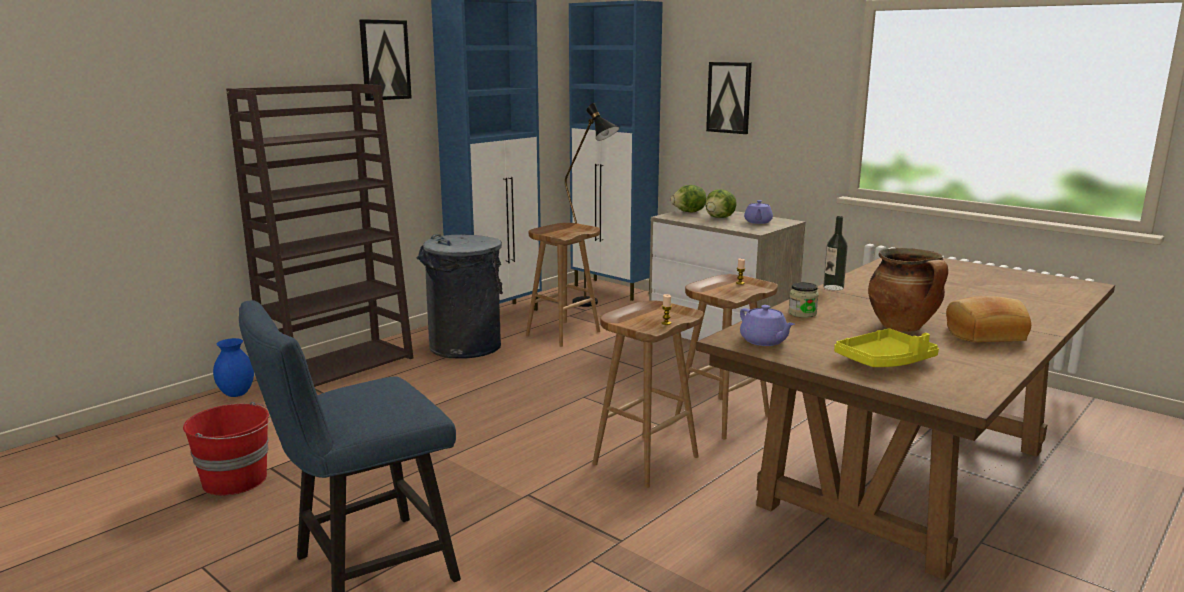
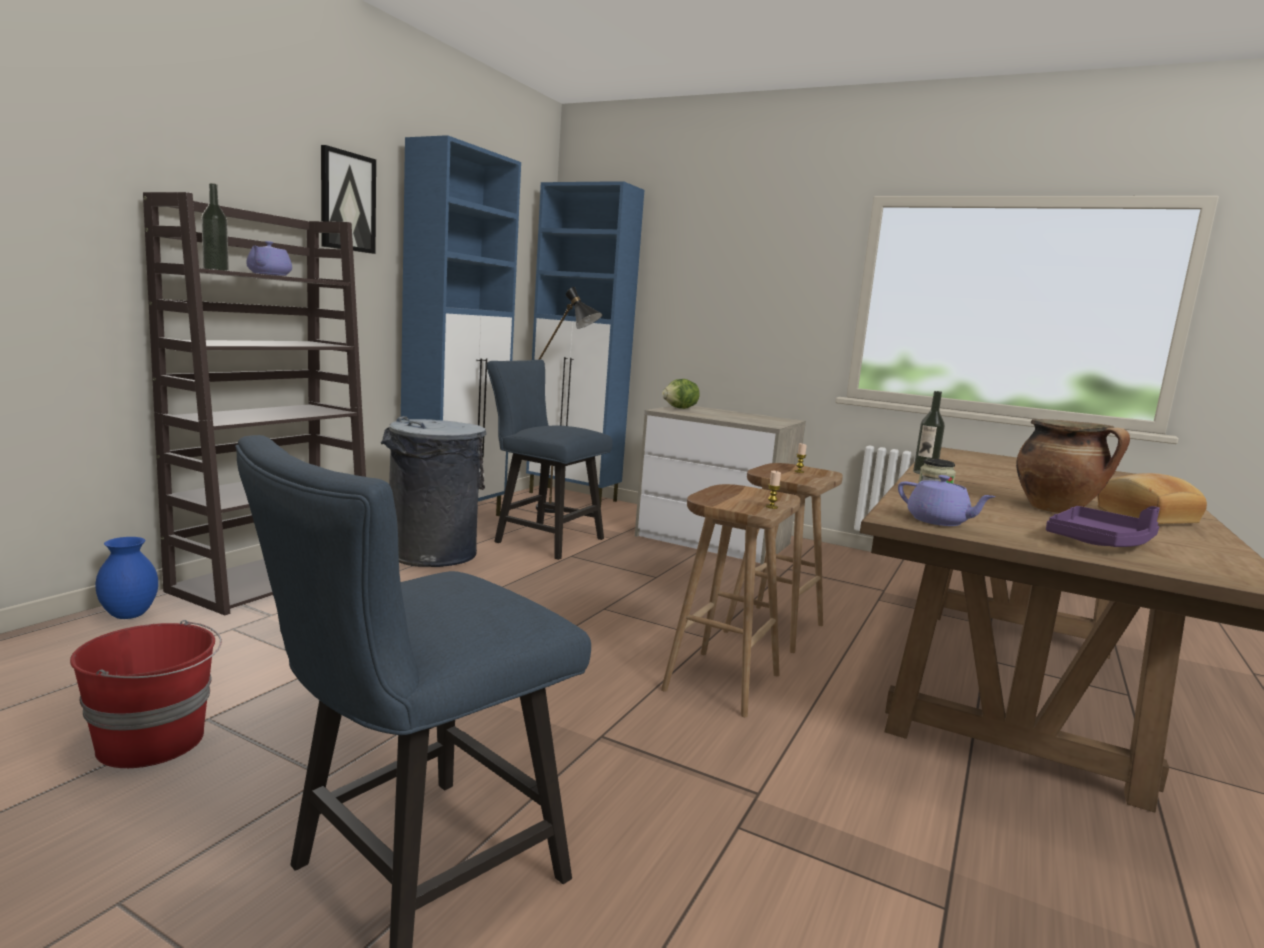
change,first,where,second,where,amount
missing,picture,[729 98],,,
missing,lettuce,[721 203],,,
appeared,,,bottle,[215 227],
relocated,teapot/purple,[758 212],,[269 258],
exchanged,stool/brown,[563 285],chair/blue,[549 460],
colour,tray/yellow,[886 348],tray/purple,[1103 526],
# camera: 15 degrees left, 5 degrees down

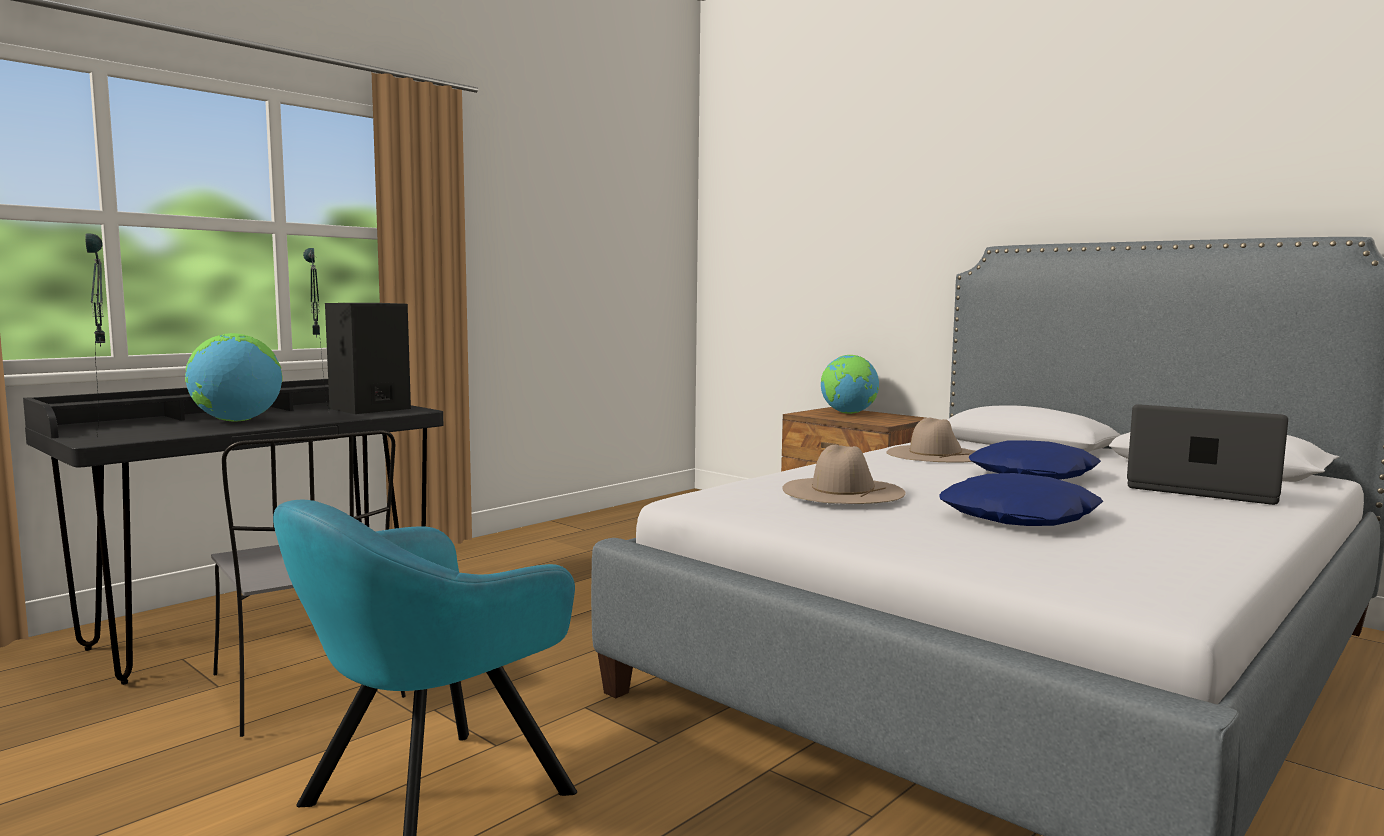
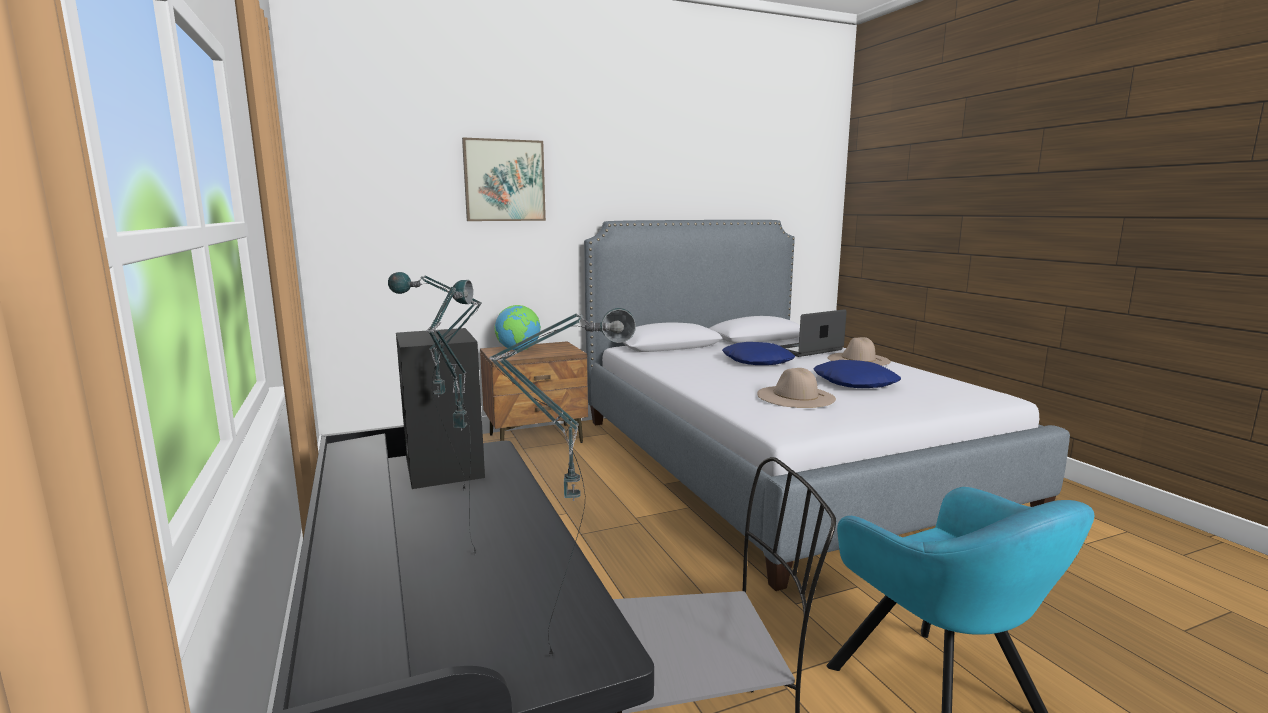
change,first,where,second,where,amount
appeared,,,picture,[504 179],
relocated,hat/beige,[931 440],,[859 351],
exchanged,globe,[233 377],table lamp,[451 417],
# camera: 65 degrees left, 5 degrees up

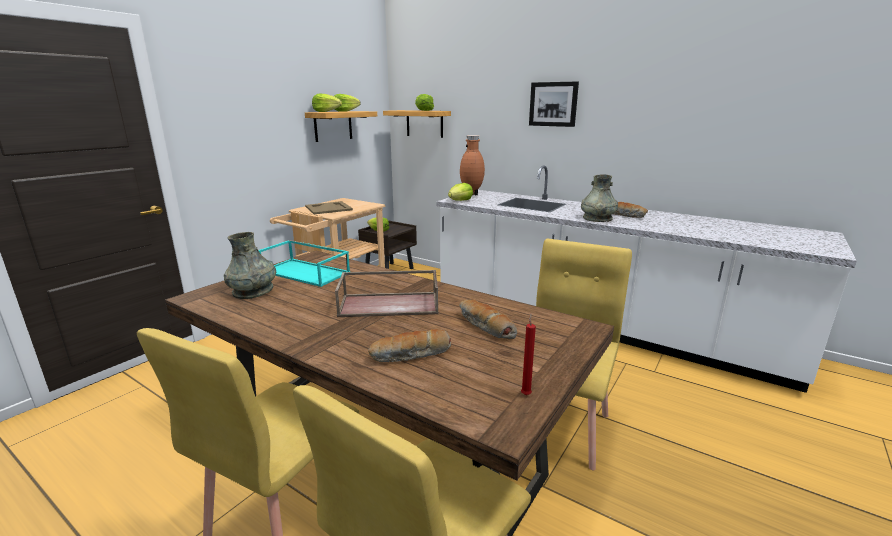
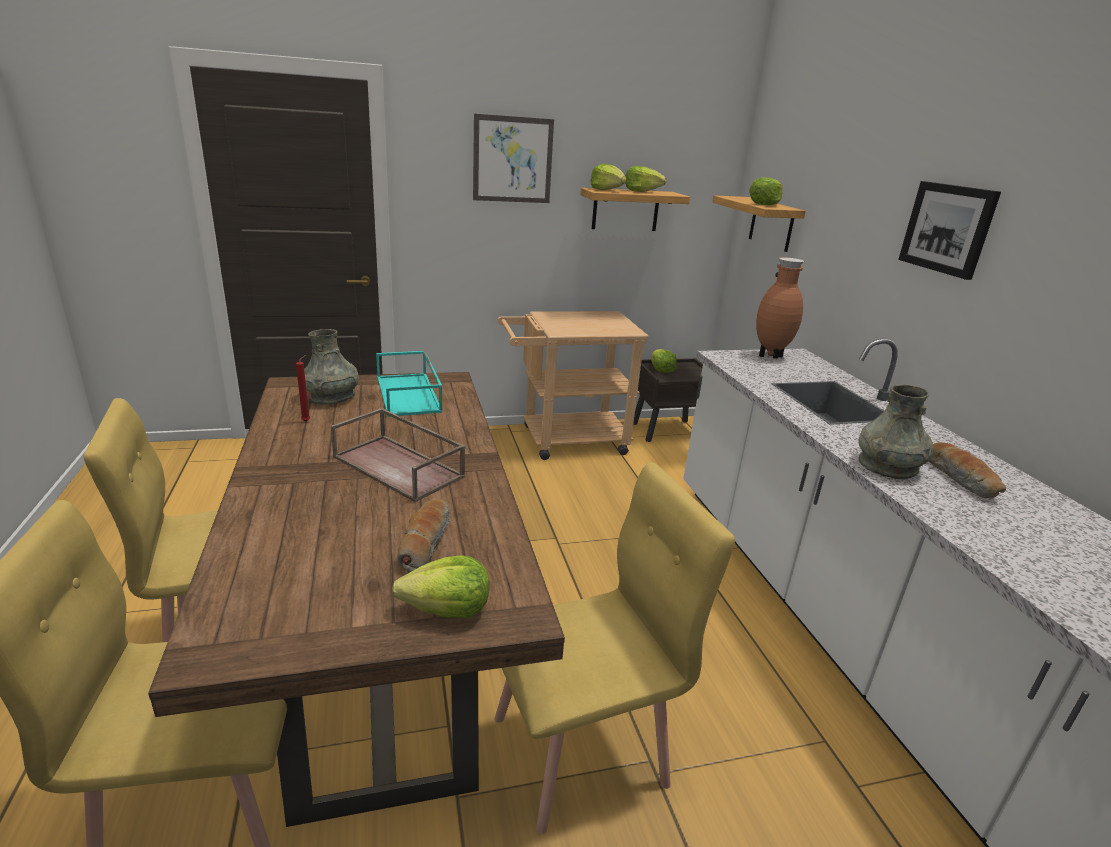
change,first,where,second,where,amount
missing,tray/beige,[329 207],,,
missing,bread,[409 345],,,
appeared,,,picture,[513 158],
relocated,lettuce,[460 192],,[440 586],
relocated,candle/red,[528 354],,[303 388],
# camera: 40 degrees right, 5 degrees up

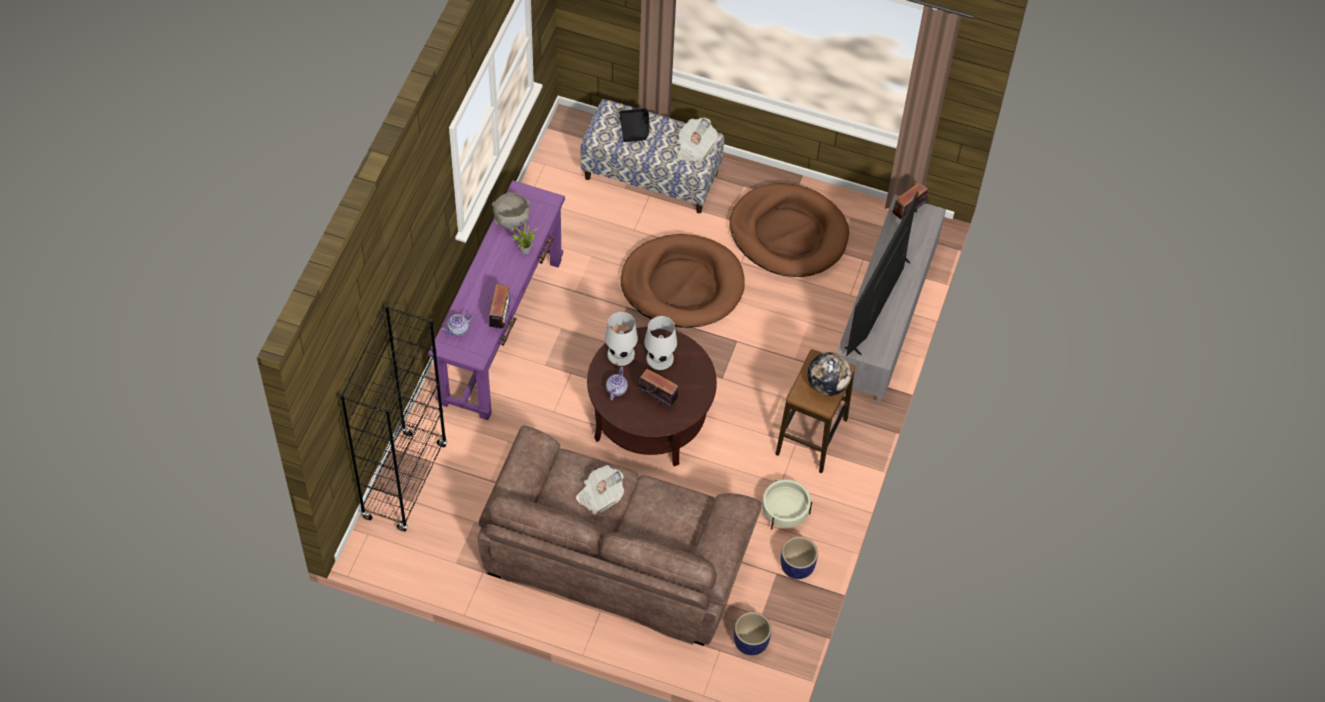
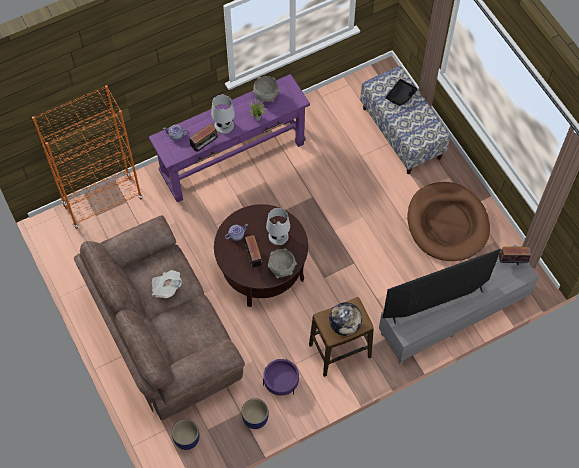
change,first,where,second,where,amount
missing,dog bed/brown,[683 281],,,
missing,newspaper,[697 140],,,
appeared,,,bowl/grey,[282 264],
relocated,table lamp/white,[621 339],,[223 114],
colour,bookcase/black,[394 418],bookcase/orange,[87 157],
colour,planter/beige,[787 504],planter/purple,[281 377],
# camera: 45 degrees right, 5 degrees up

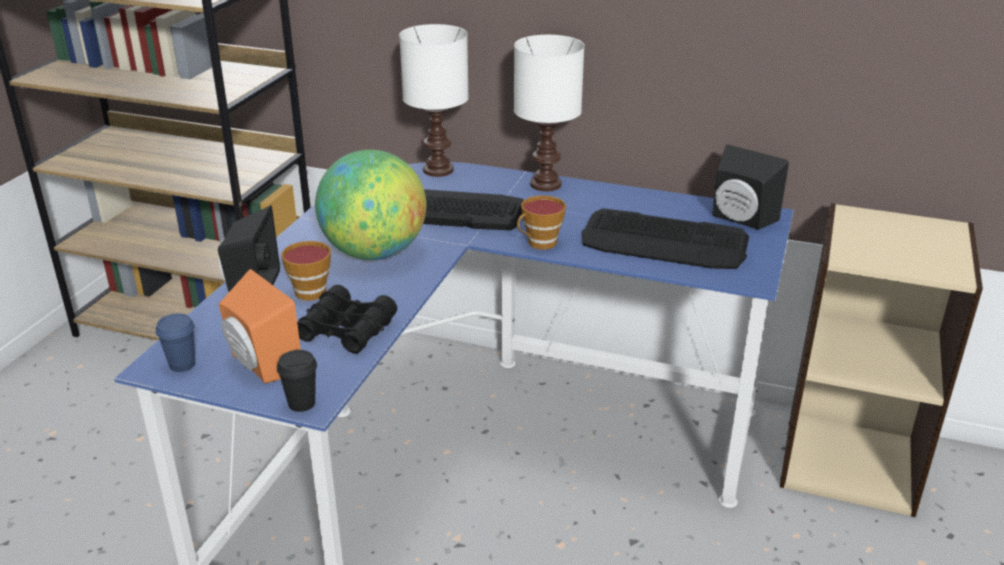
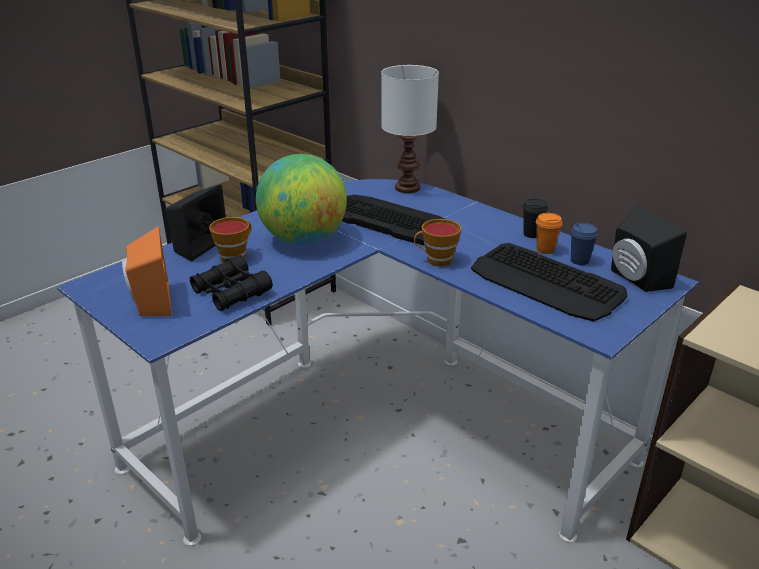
change,first,where,second,where,amount
missing,table lamp/white,[549 113],,,
appeared,,,cup/orange,[549 233],
relocated,cup/blue,[175 342],,[584 244],
relocated,cup/black,[297 381],,[535 218],
# camera: 25 degrees right, 0 degrees up

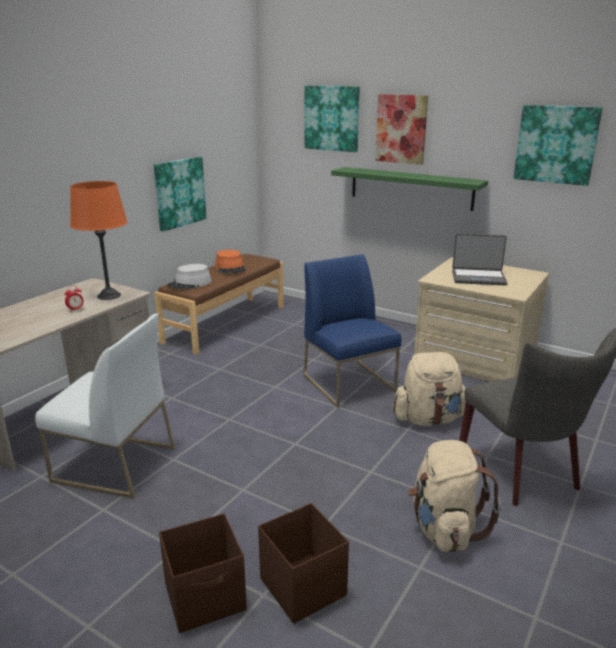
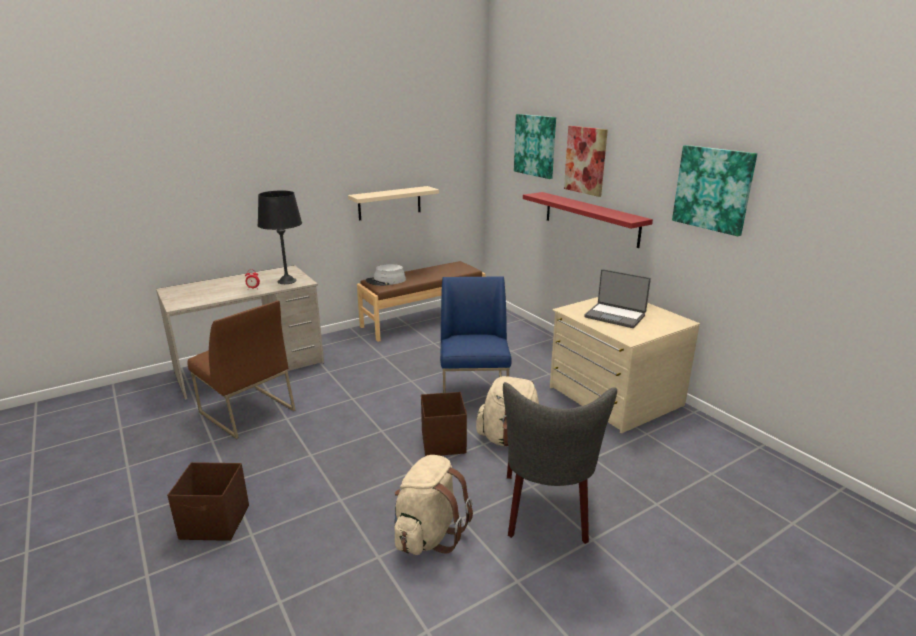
change,first,where,second,where,amount
missing,hat/orange,[230 261],,,
relocated,storage box/brown,[303 563],,[444 424],
exchanged,picture,[180 194],shelf/beige,[393 203],
colour,chair/white,[105 406],chair/brown,[241 370],
colour,table lamp/orange,[98 240],table lamp/black,[280 237],
colour,shelf/green,[409 189],shelf/red,[588 220],
# camera: 25 degrees right, 0 degrees up

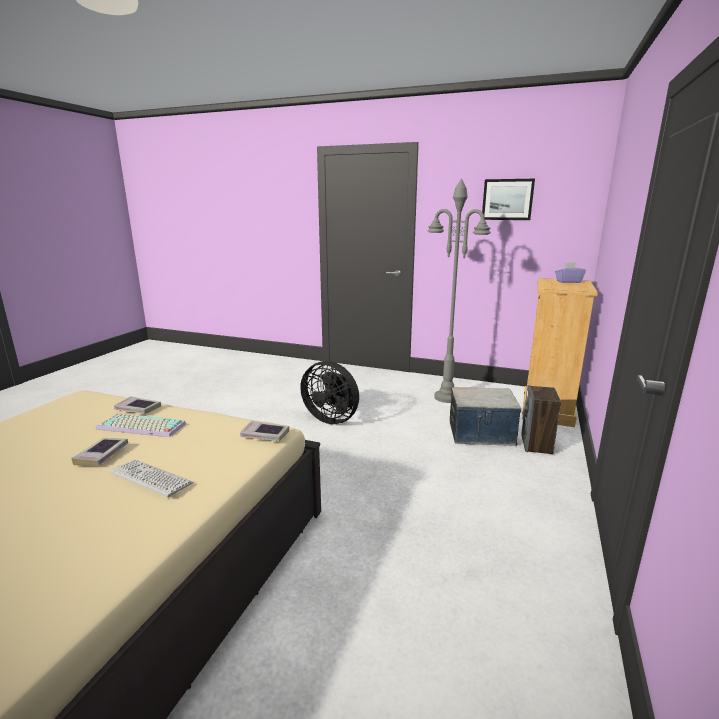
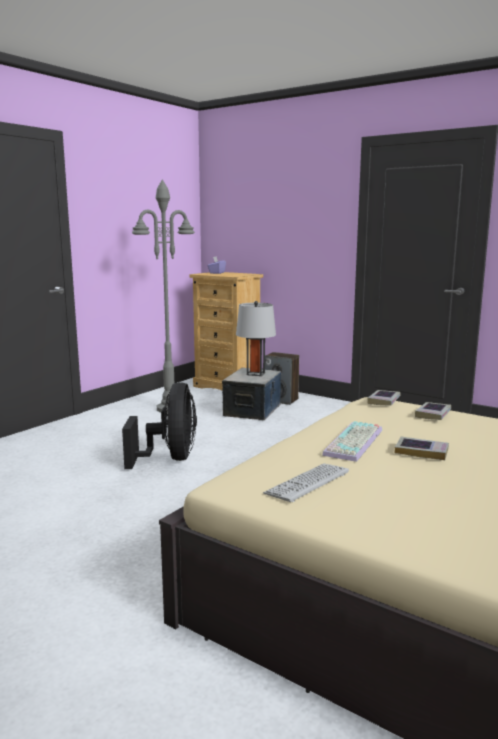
change,first,where,second,where,amount
missing,picture,[508 199],,,
appeared,,,table lamp/grey,[256 338],
relocated,keyboard,[151 478],,[306 482],
relocated,book,[137 405],,[433 411],
spun,fan/black,[329 392],,[159 425],45 degrees counterclockwise
# camera: 75 degrees left, 5 degrees down

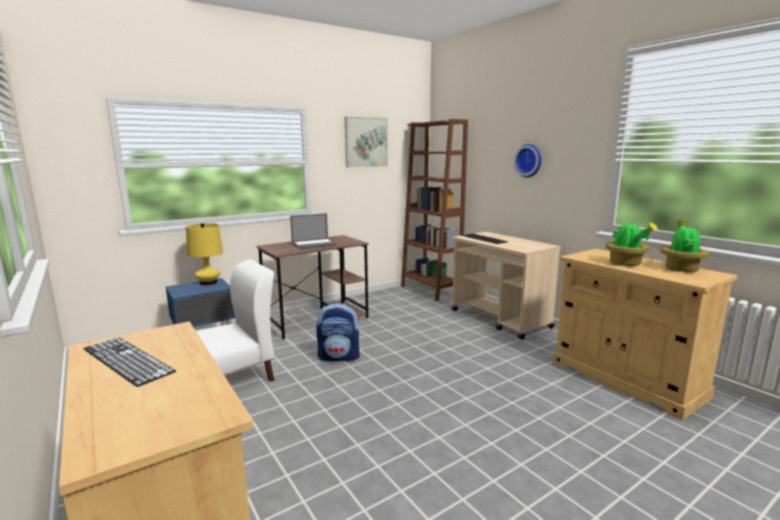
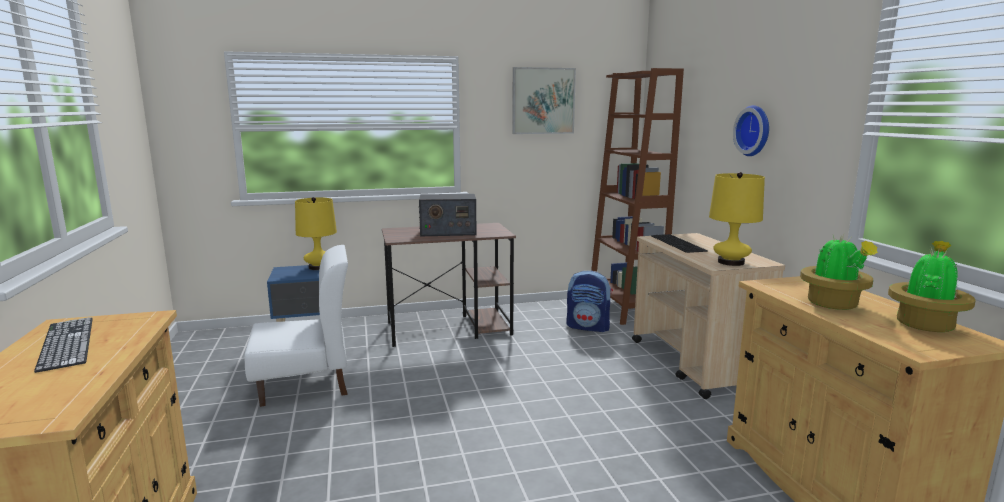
change,first,where,second,where,amount
appeared,,,table lamp/yellow,[737 219],
relocated,backpack,[338 332],,[589 301],
exchanged,laptop,[313 231],radio,[448 215],
# camera: 20 degrees right, 0 degrees up

